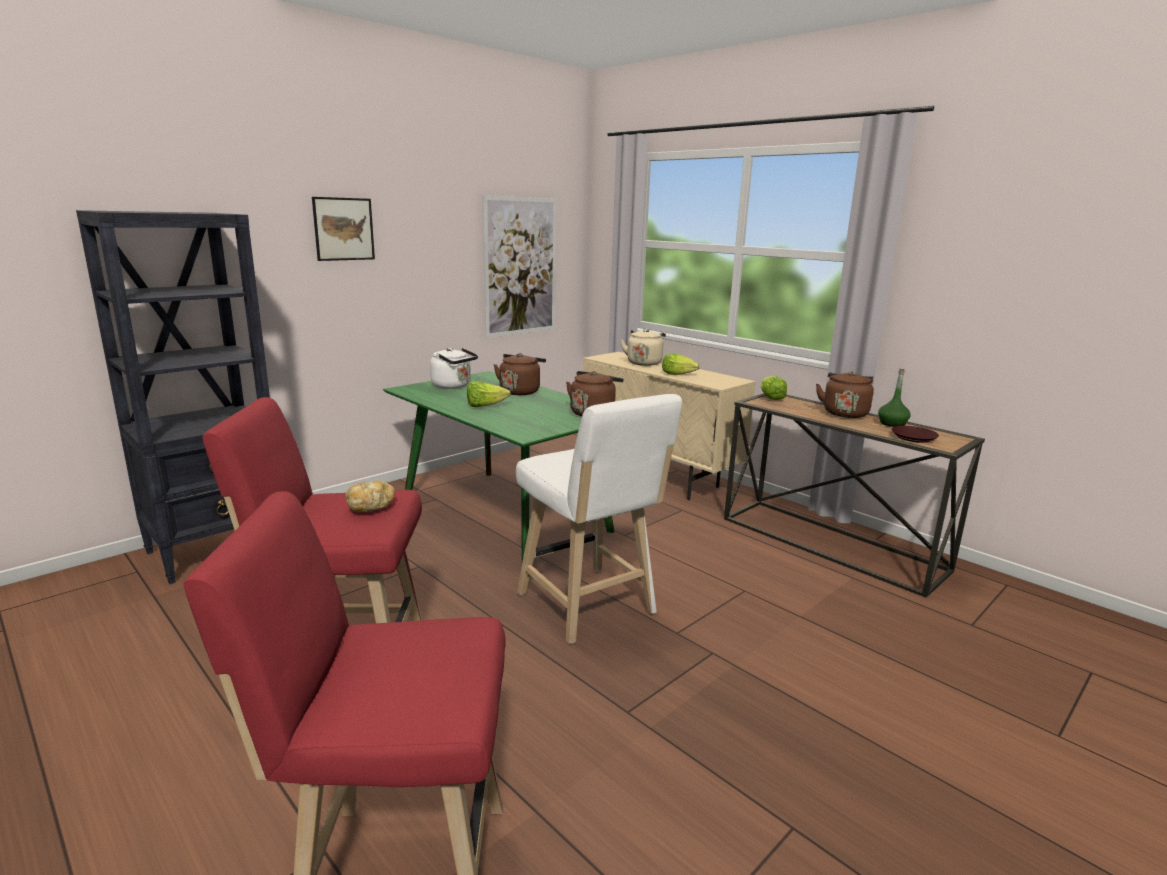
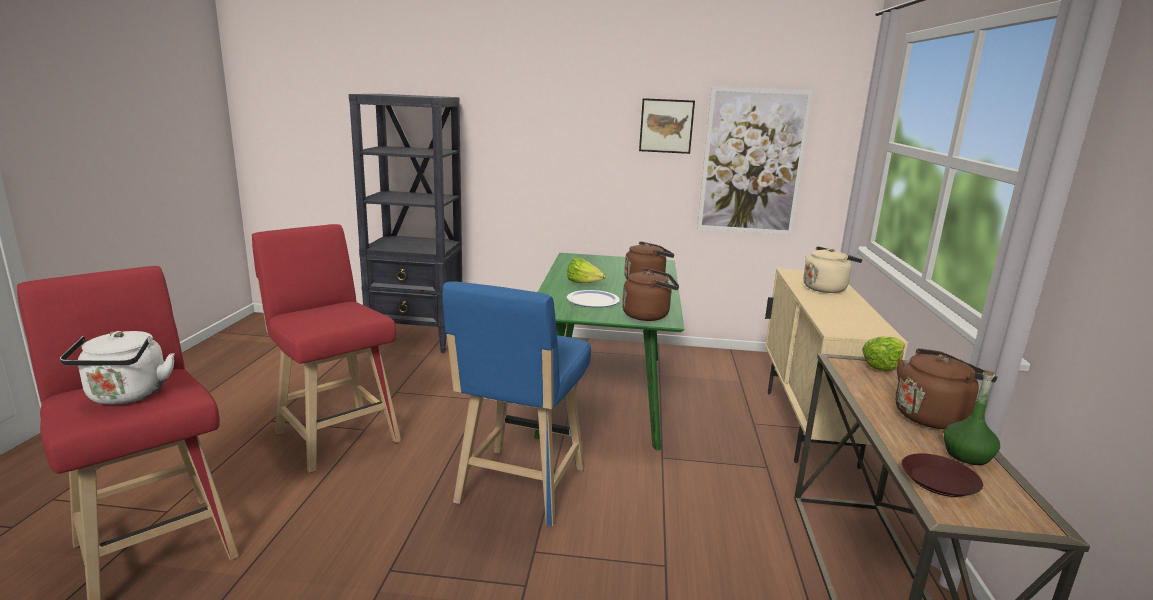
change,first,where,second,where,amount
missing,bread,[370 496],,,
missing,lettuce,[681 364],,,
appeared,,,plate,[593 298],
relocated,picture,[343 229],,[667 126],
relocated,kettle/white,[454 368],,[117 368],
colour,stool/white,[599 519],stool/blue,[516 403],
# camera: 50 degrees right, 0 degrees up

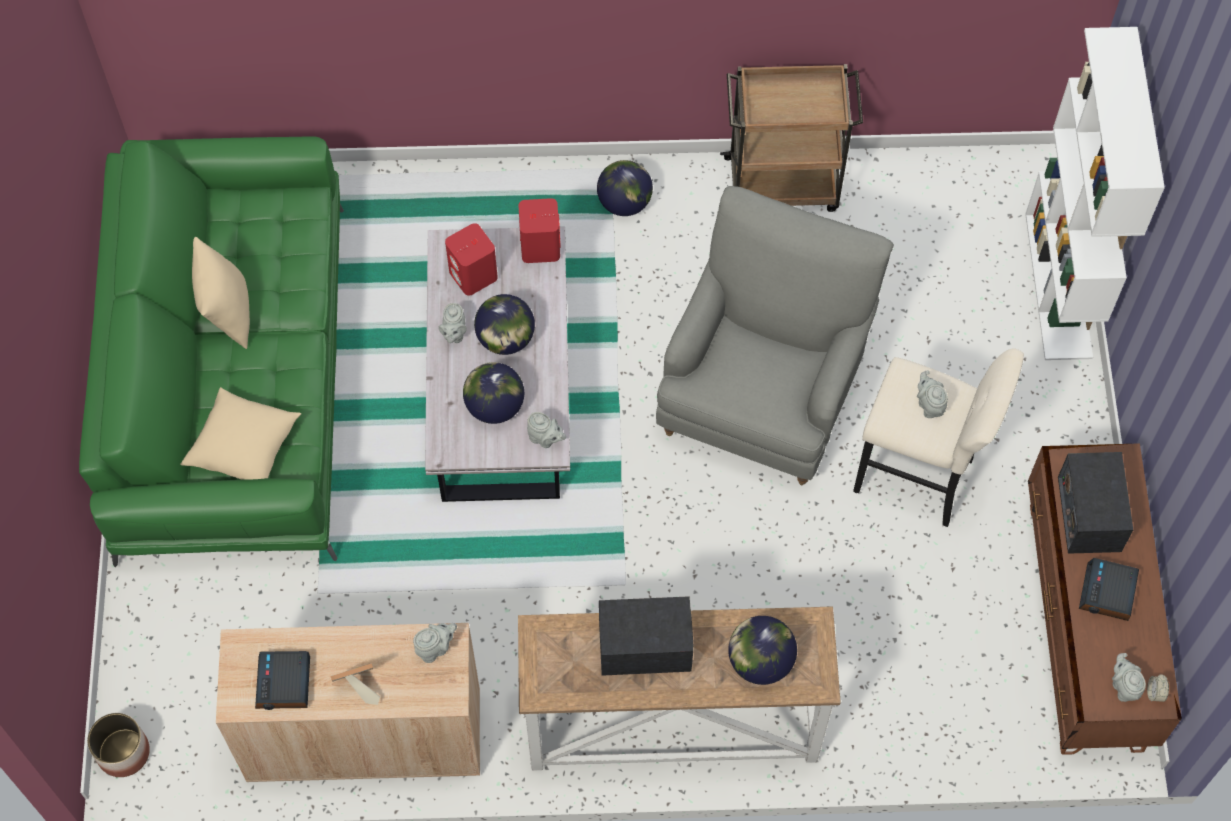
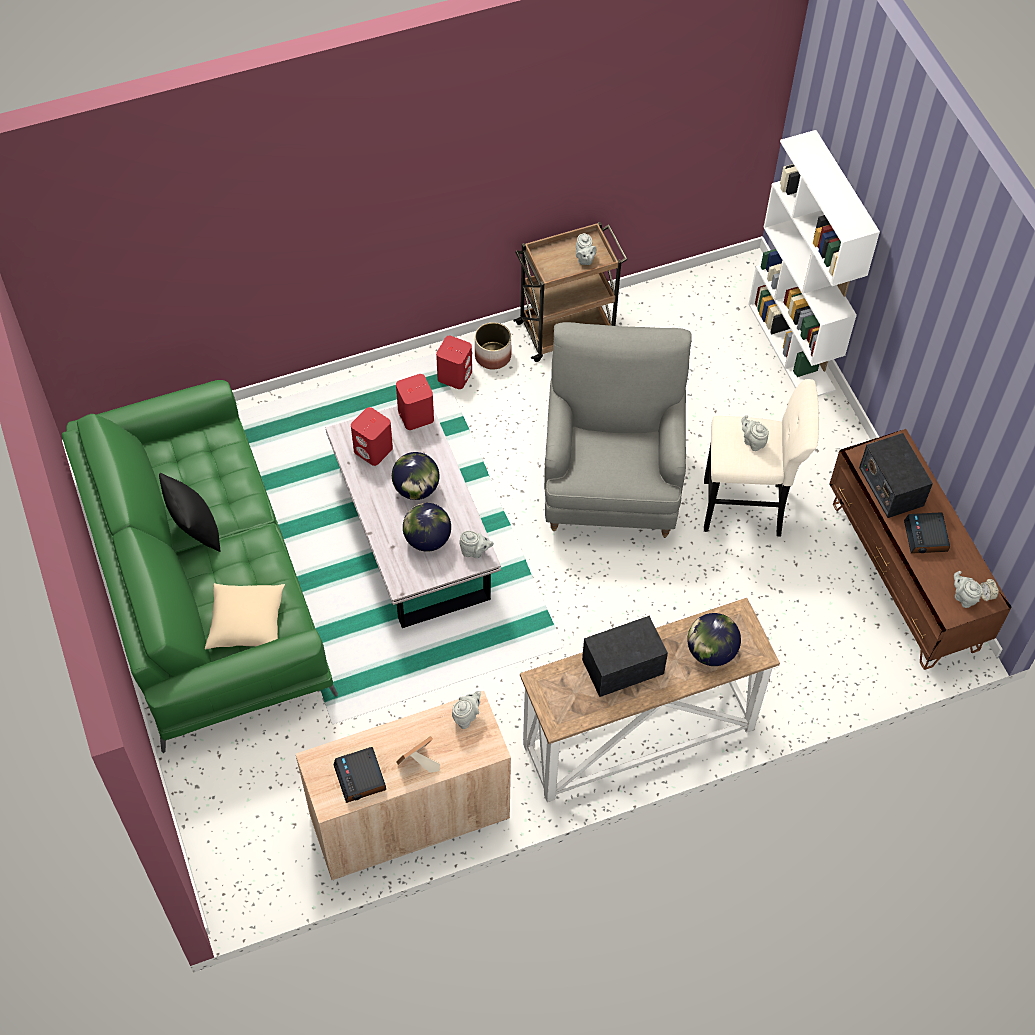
change,first,where,second,where,amount
relocated,planter,[118 745],,[493 346],
relocated,teapot/grey,[452 323],,[586 249],
exchanged,globe,[625 188],speaker/red,[454 362],
colour,pillow/beige,[221 293],pillow/black,[189 512],
# camera: 20 degrees left, 5 degrees down

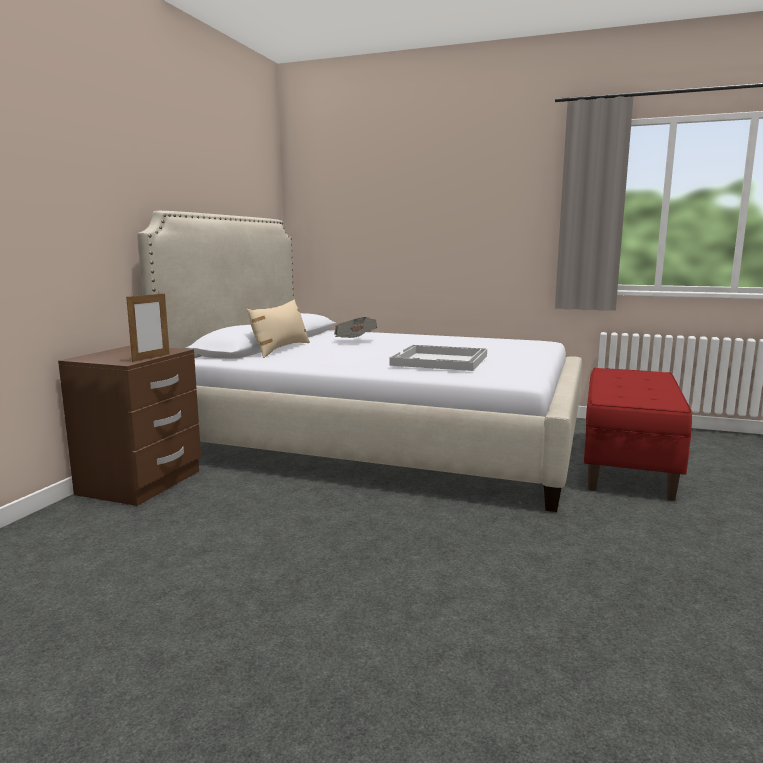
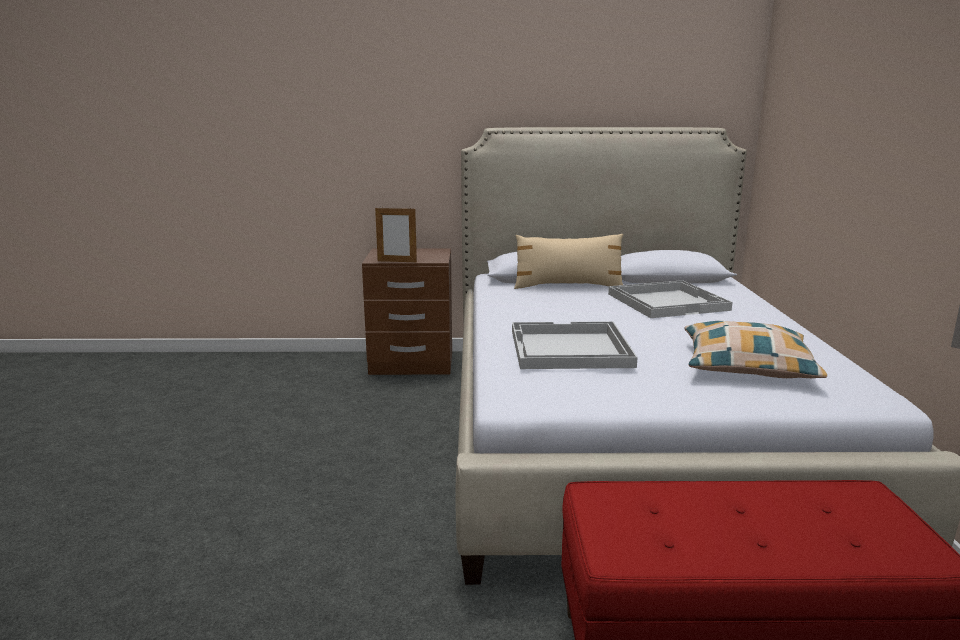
change,first,where,second,where,amount
appeared,,,pillow,[755 349],
exchanged,newspaper,[355 327],tray/white,[670 299],
# camera: 70 degrees right, 5 degrees up

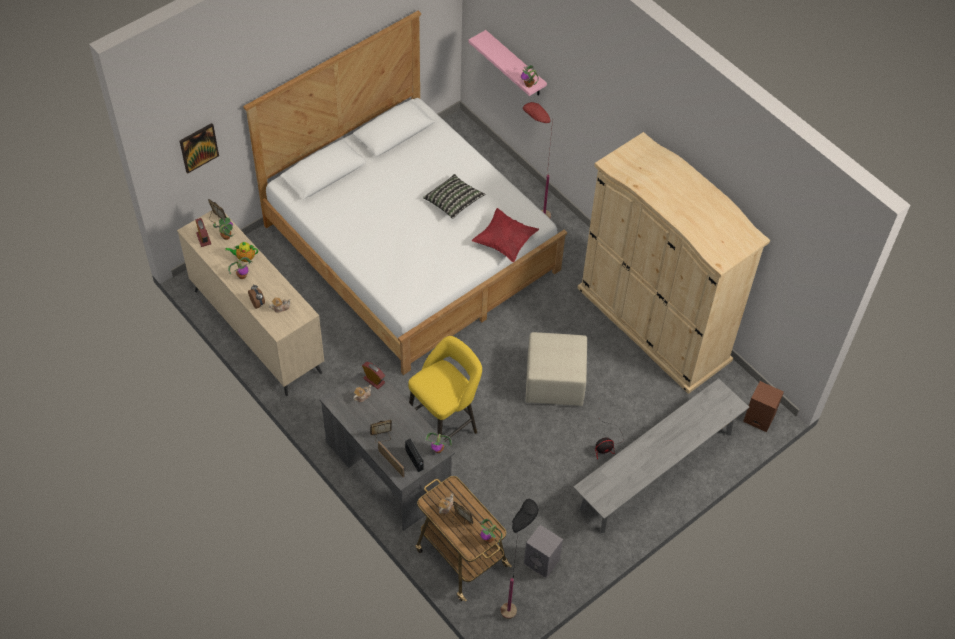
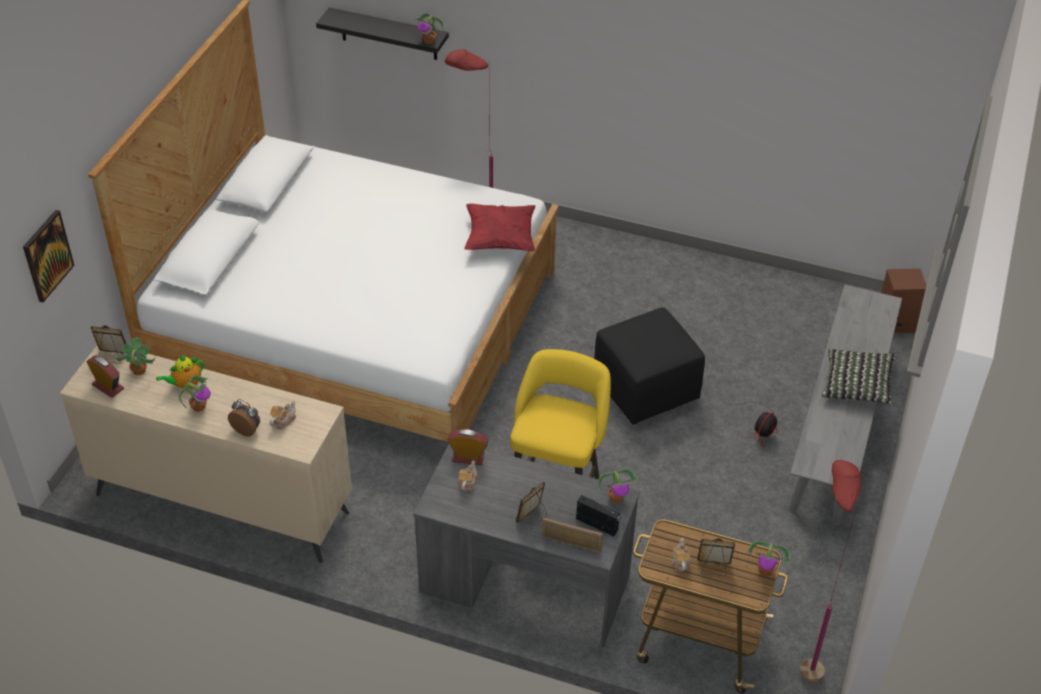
change,first,where,second,where,amount
missing,speaker/grey,[543 551],,,
missing,wardrobe/beige,[673 263],,,
relocated,pillow,[454 196],,[859 376],
colour,shelf/pink,[507 63],shelf/black,[382 33],
colour,floor lamp/black,[519 559],floor lamp/red,[830 571],
colour,ottoman/beige,[556 369],ottoman/black,[649 366],
# camera: 30 degrees left, 10 degrees down

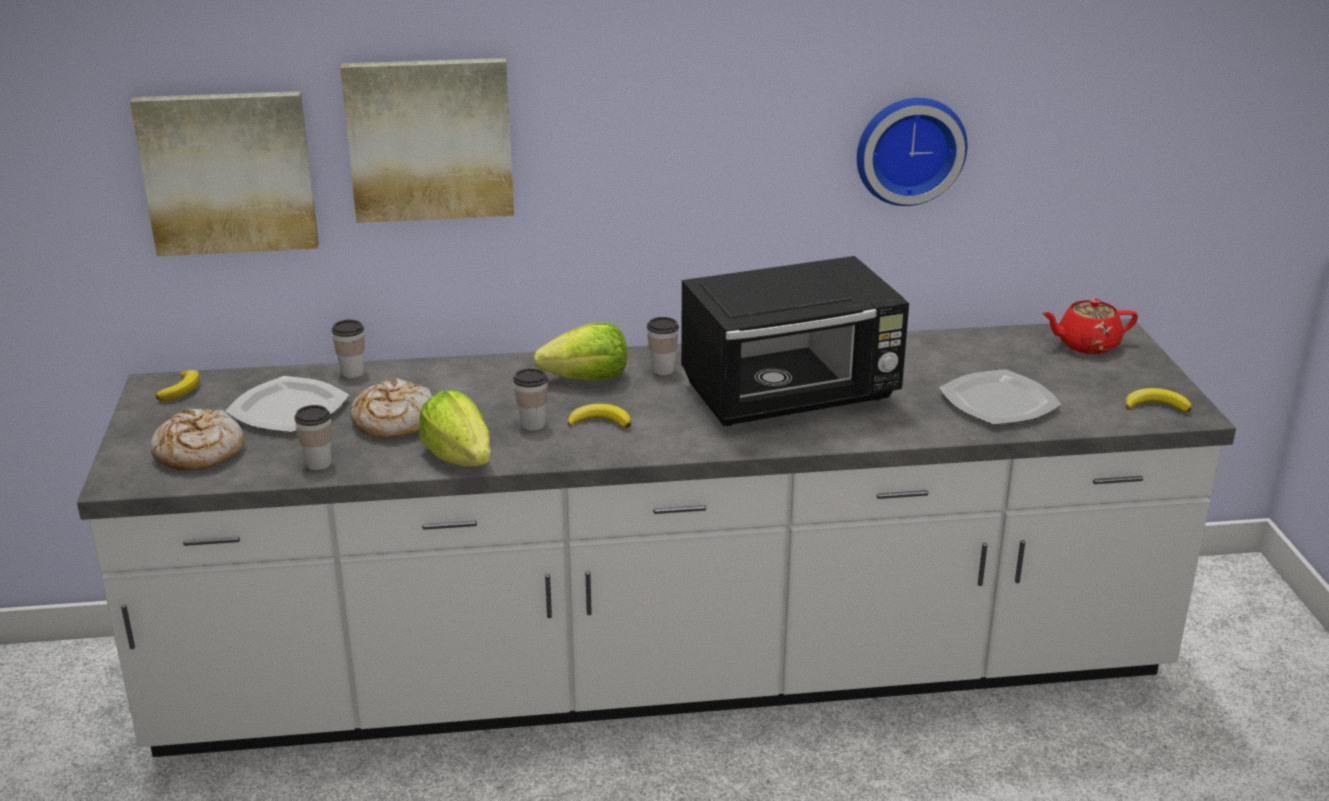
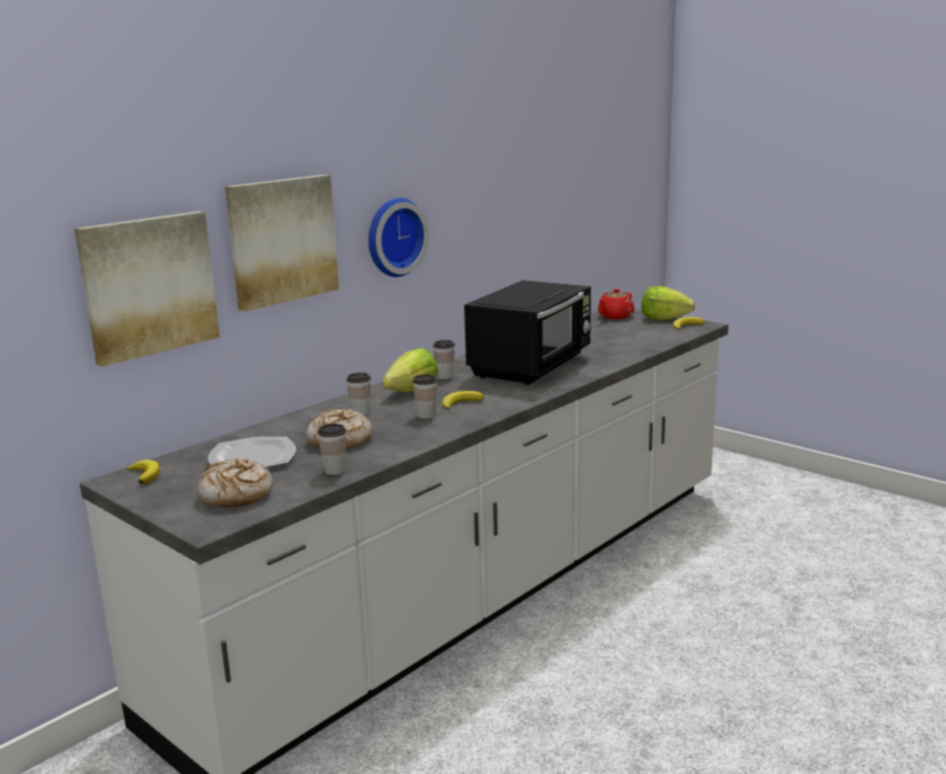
change,first,where,second,where,amount
missing,plate,[1000 397],,,
relocated,cup,[348 349],,[358 394],
relocated,lettuce,[455 428],,[668 303],
relocated,wall clock,[912 152],,[398 237],
# camera: 40 degrees left, 10 degrees down

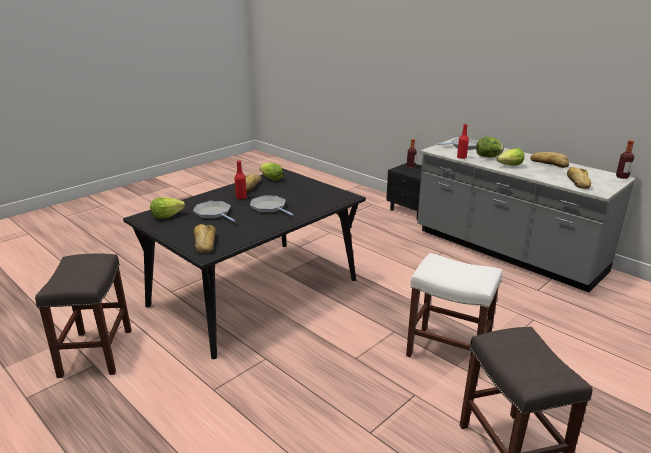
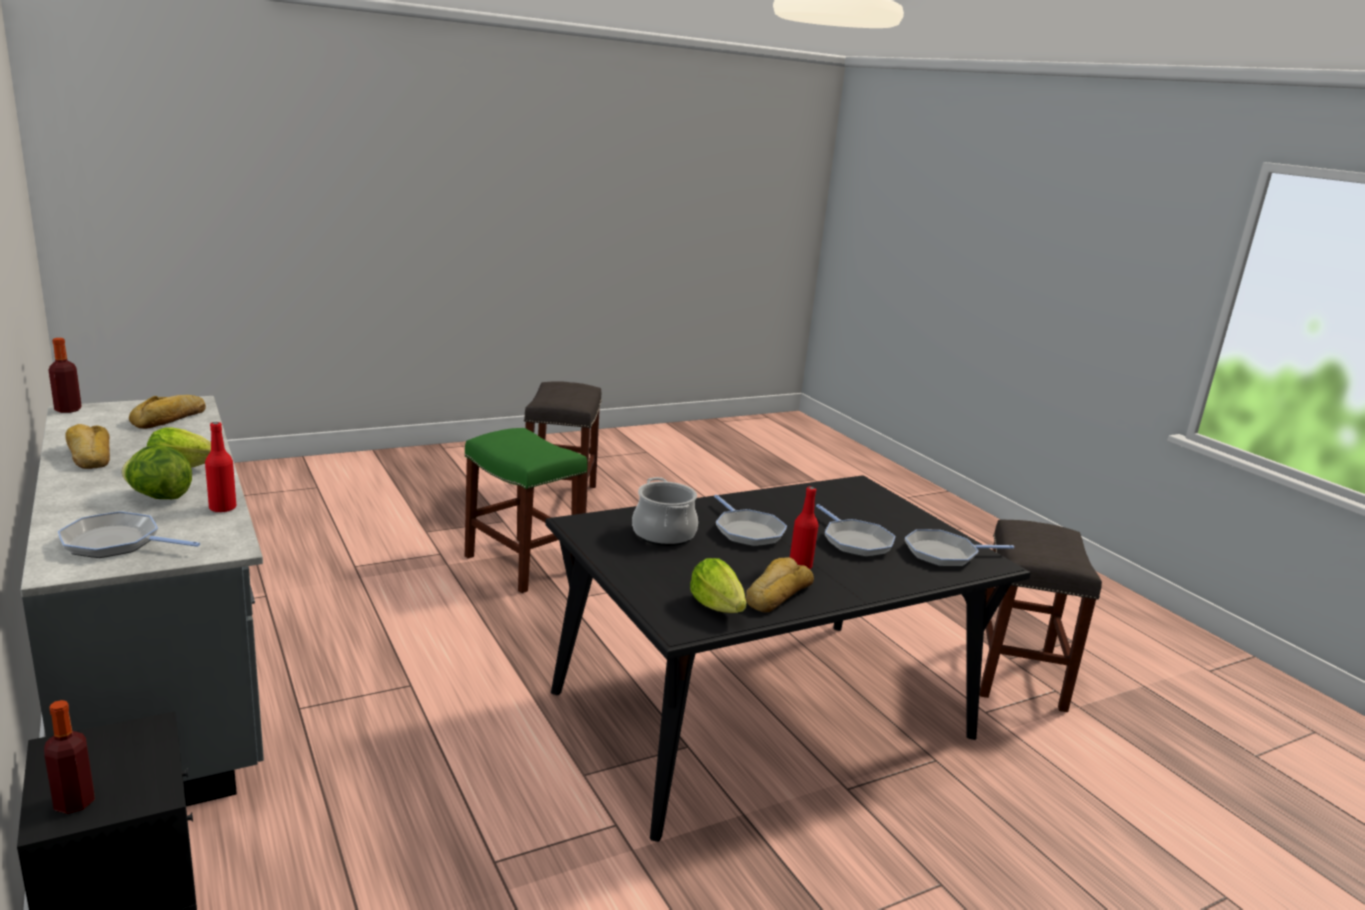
change,first,where,second,where,amount
missing,bread,[205 238],,,
appeared,,,cooking pot,[665 511],
exchanged,lettuce,[167 208],frying pan,[959 548],
colour,stool/white,[454 305],stool/green,[526 510],
# camera: 165 degrees left, 5 degrees down

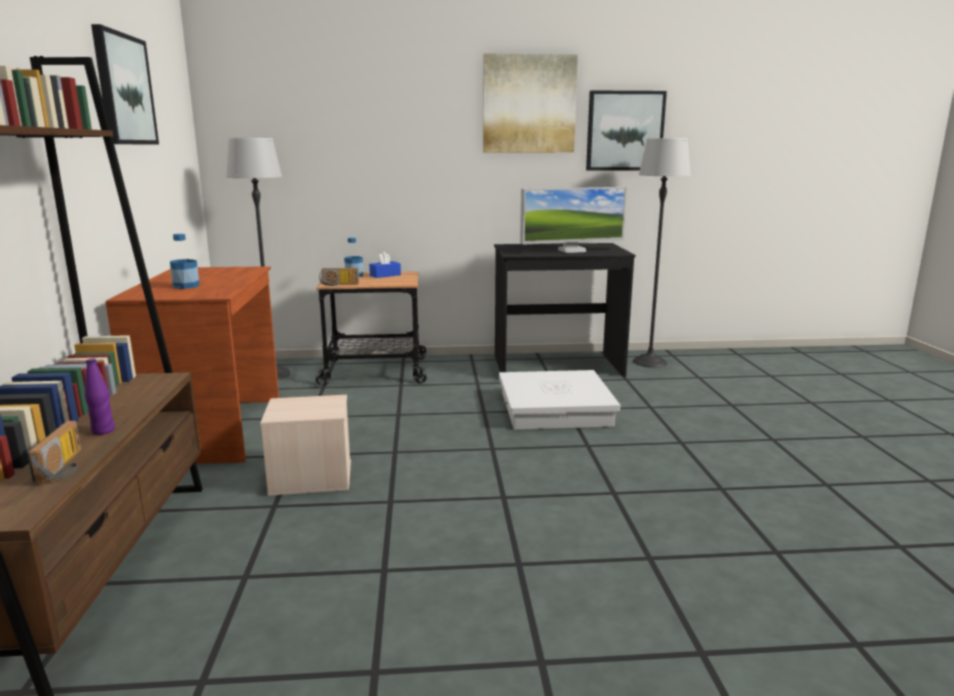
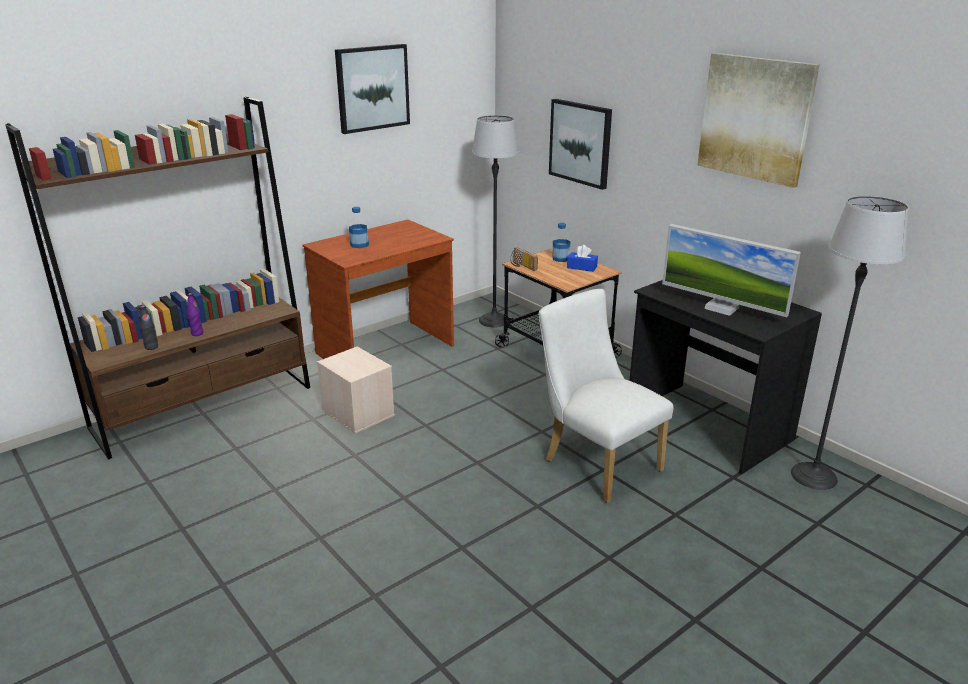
change,first,where,second,where,amount
relocated,picture,[626 130],,[580 144],
exchanged,radio,[54 452],bottle/black,[149 328],
exchanged,storage box/white,[559 400],chair/white,[606 396],
# camera: 55 degrees right, 10 degrees up

